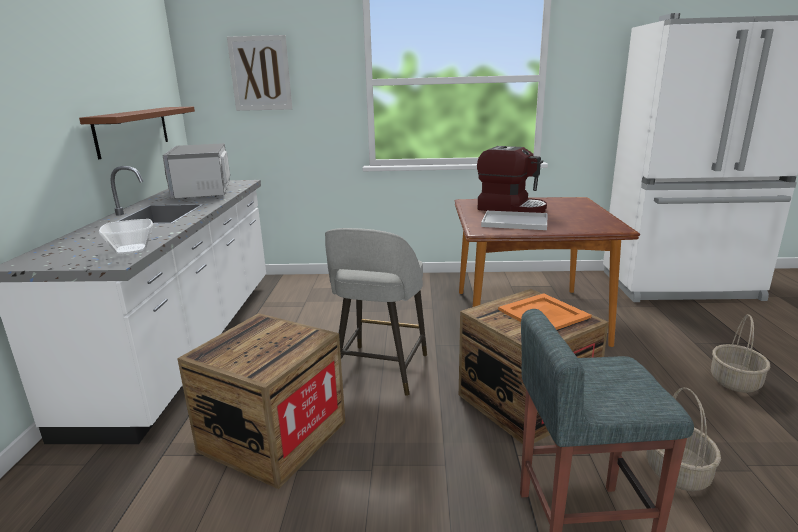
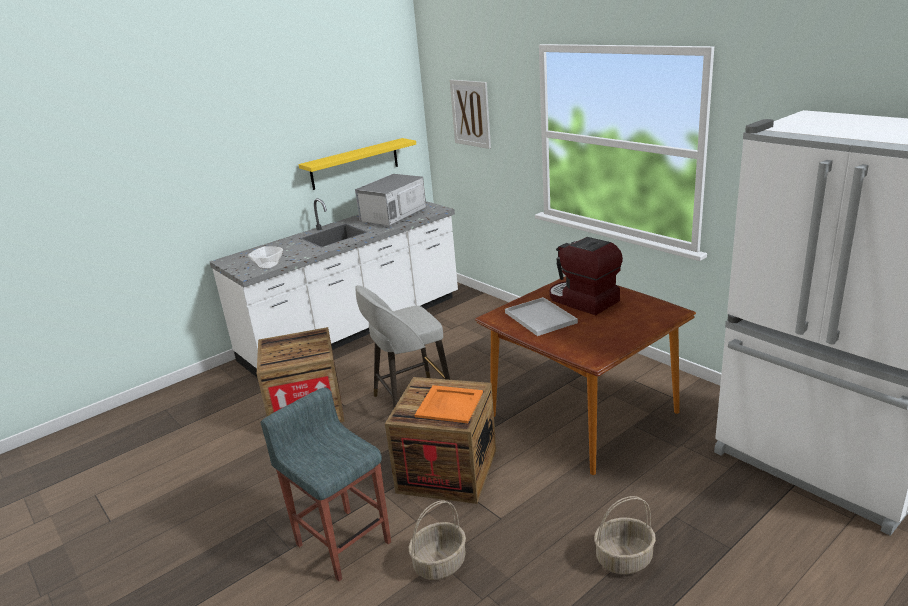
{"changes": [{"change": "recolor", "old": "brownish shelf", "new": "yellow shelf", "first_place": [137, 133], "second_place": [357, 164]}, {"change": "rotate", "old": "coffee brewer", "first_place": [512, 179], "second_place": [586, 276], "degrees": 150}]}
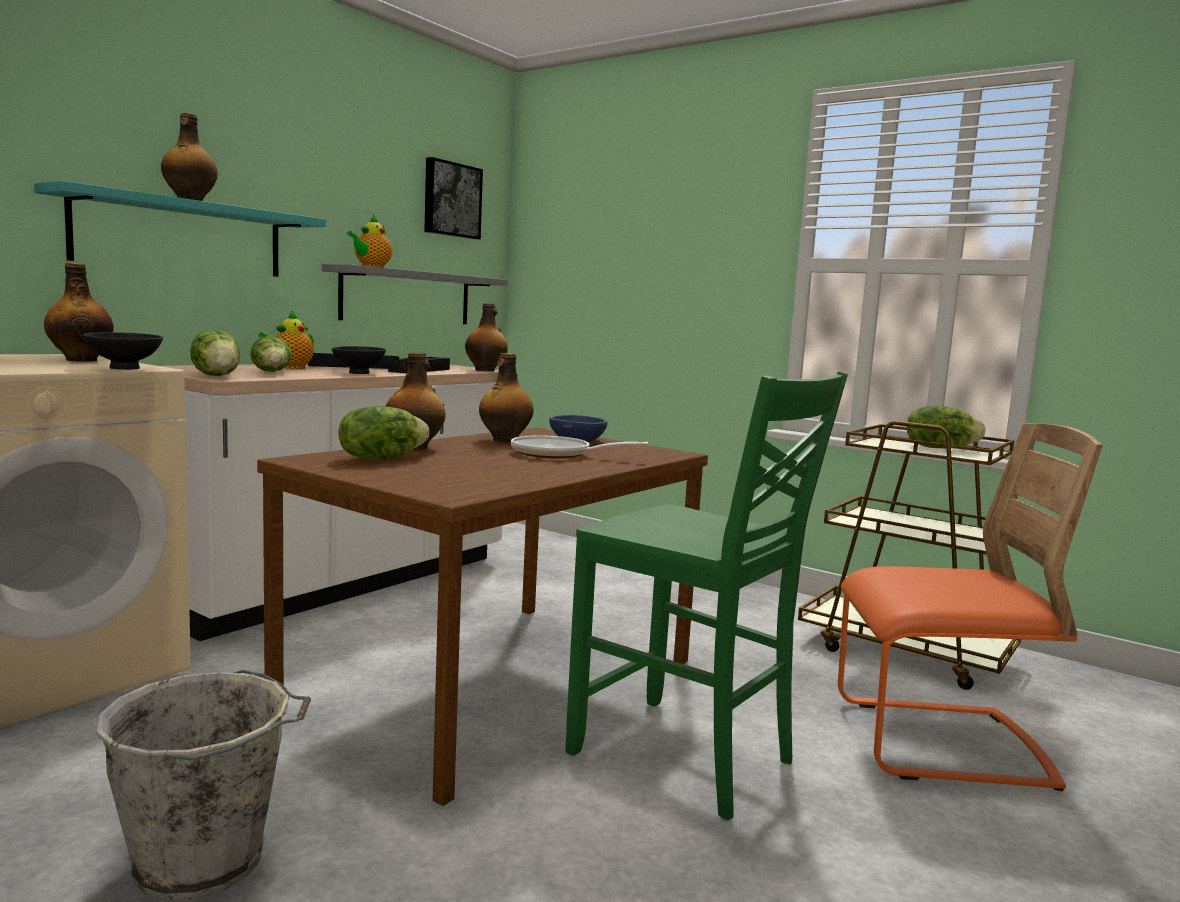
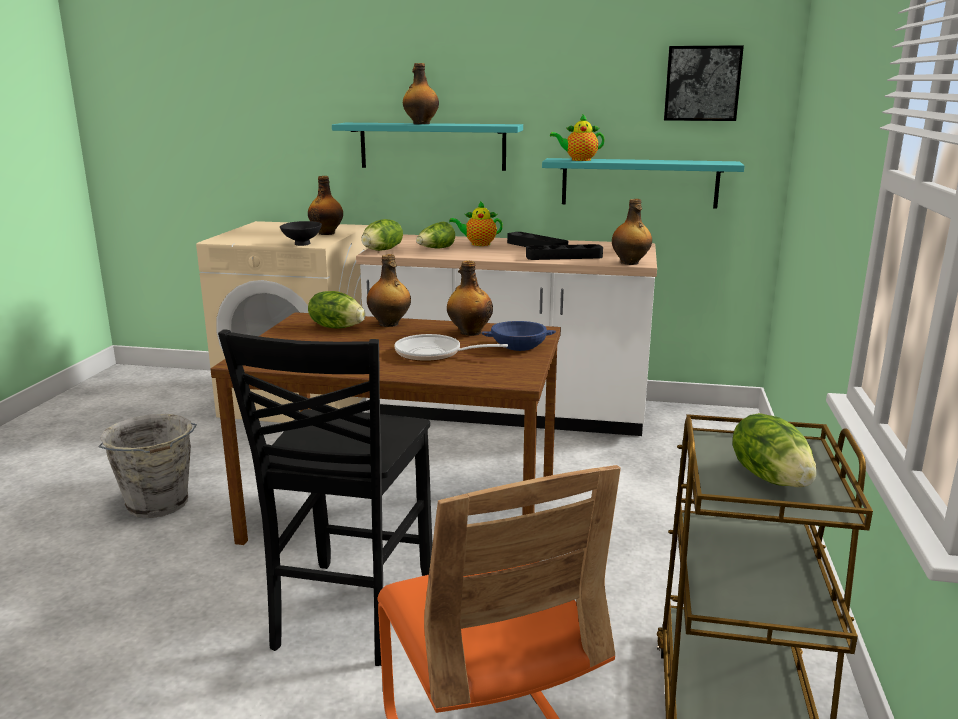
{"changes": [{"change": "recolor", "old": "greenish chair", "new": "black chair", "first_place": [706, 596], "second_place": [325, 497]}, {"change": "rotate", "old": "skillet", "first_place": [580, 446], "second_place": [451, 347], "degrees": -60}, {"change": "recolor", "old": "greyish shelf", "new": "blue-green shelf", "first_place": [415, 294], "second_place": [643, 183]}, {"change": "delete", "old": "black serving bowl", "first_place": [359, 360]}]}
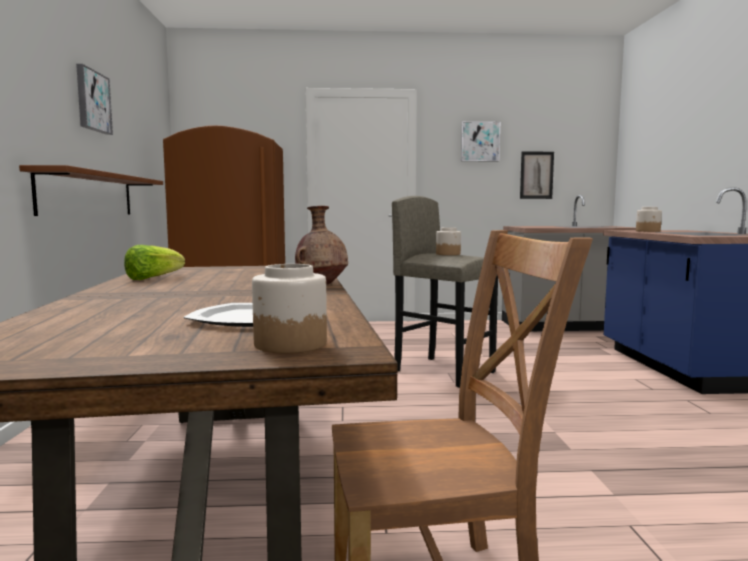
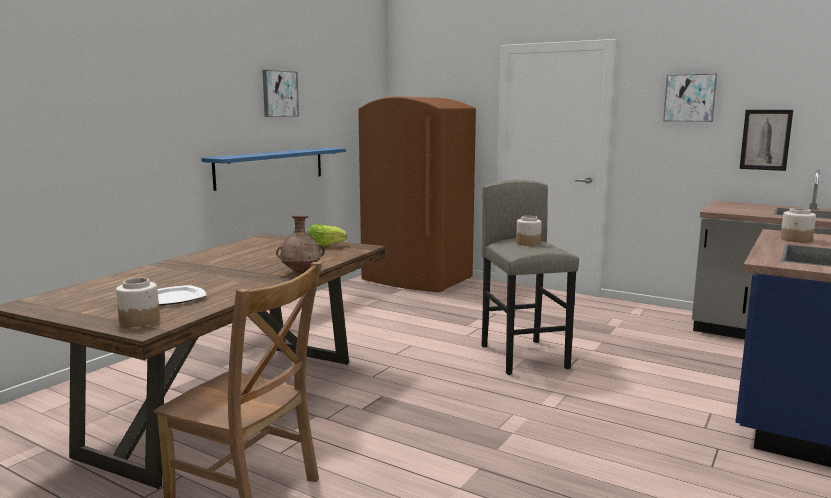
{"changes": [{"change": "recolor", "old": "brownish shelf", "new": "blue shelf", "first_place": [91, 190], "second_place": [273, 169]}, {"change": "move", "old": "lettuce head", "first_place": [154, 262], "second_place": [327, 235]}]}
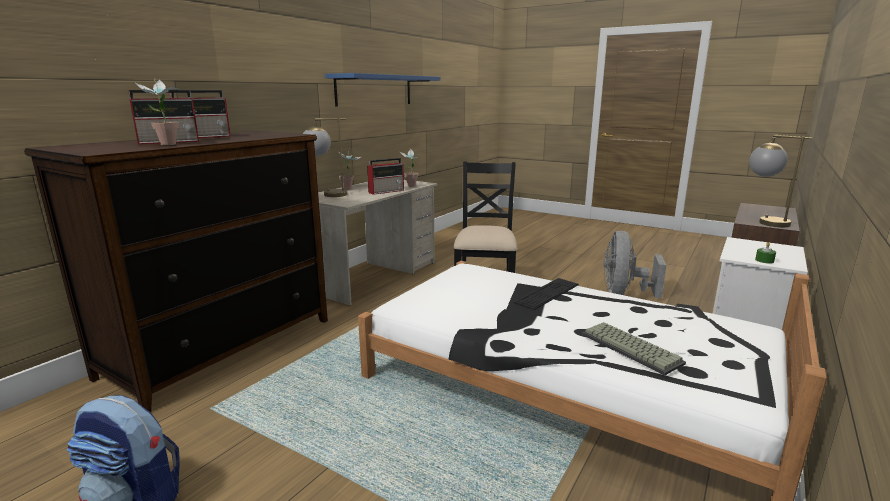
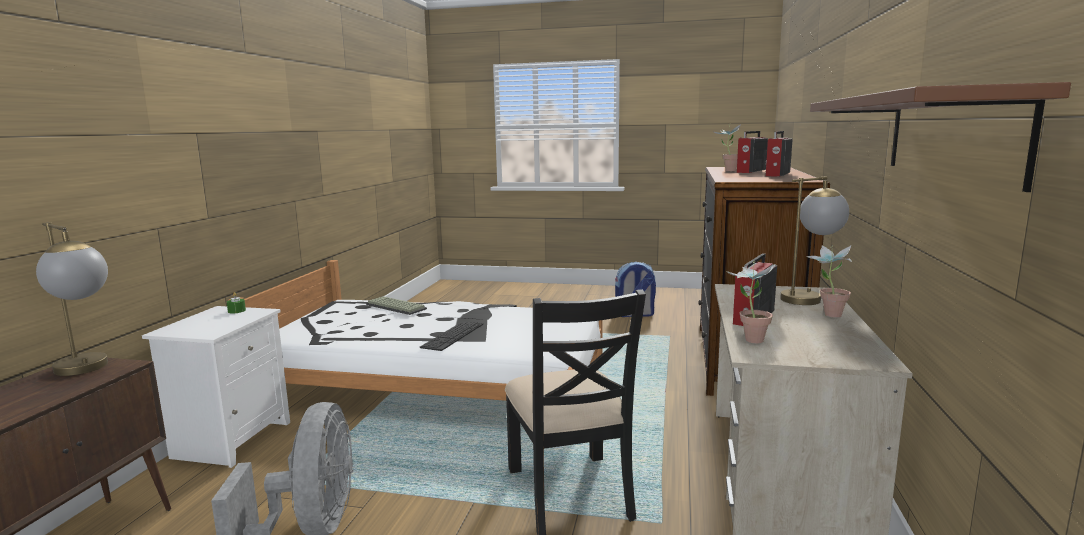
{"changes": [{"change": "recolor", "old": "blue shelf", "new": "brownish shelf", "first_place": [383, 90], "second_place": [940, 137]}]}
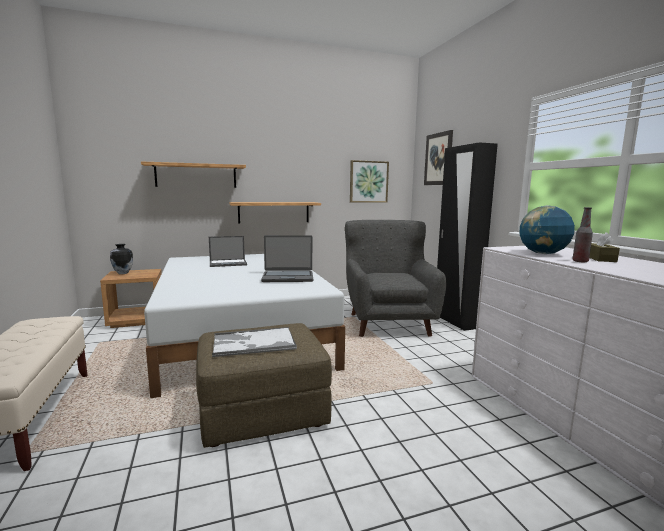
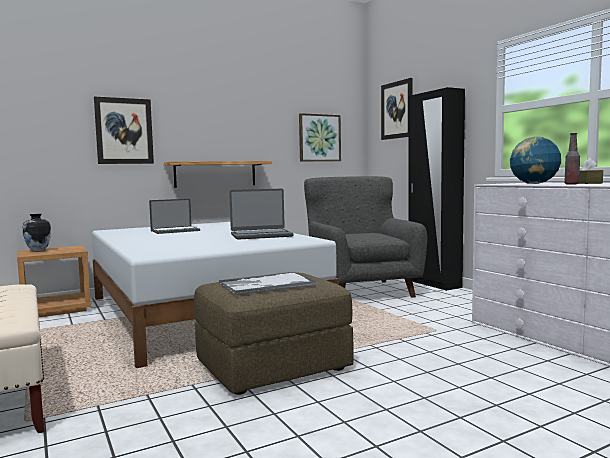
{"changes": [{"change": "replace", "old": "shelf", "new": "picture", "first_place": [193, 174], "second_place": [124, 130]}]}
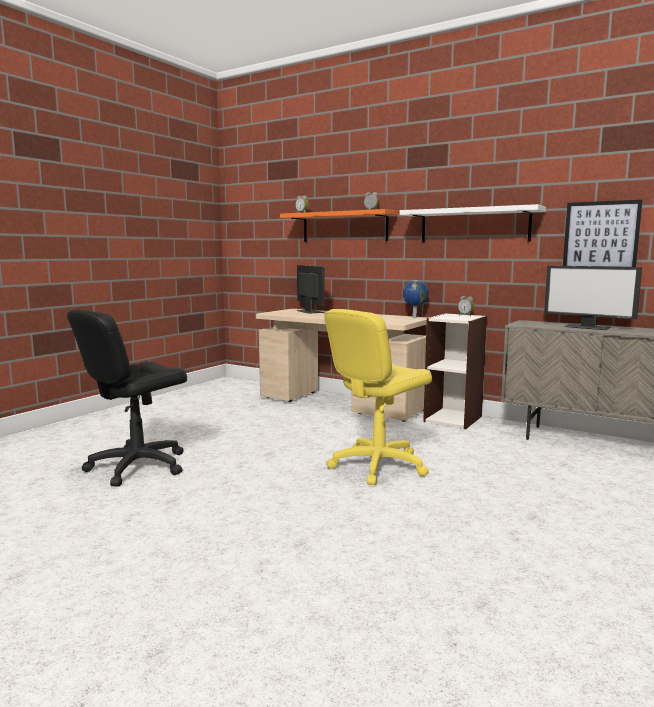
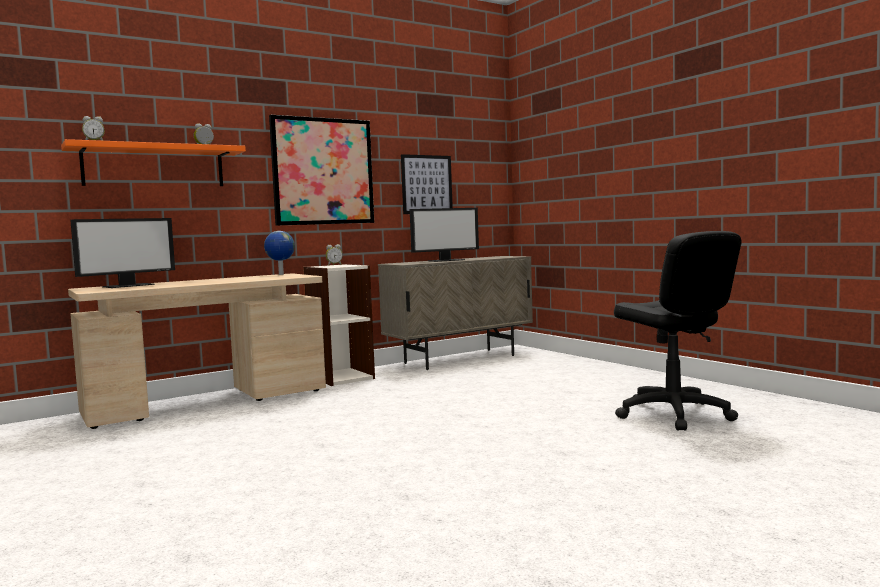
{"changes": [{"change": "rotate", "old": "computer screen", "first_place": [311, 289], "second_place": [122, 253], "degrees": 135}, {"change": "replace", "old": "white shelf", "new": "picture", "first_place": [472, 223], "second_place": [321, 170]}, {"change": "move", "old": "black office chair", "first_place": [127, 398], "second_place": [678, 331]}, {"change": "delete", "old": "yellow office chair", "first_place": [378, 397]}]}
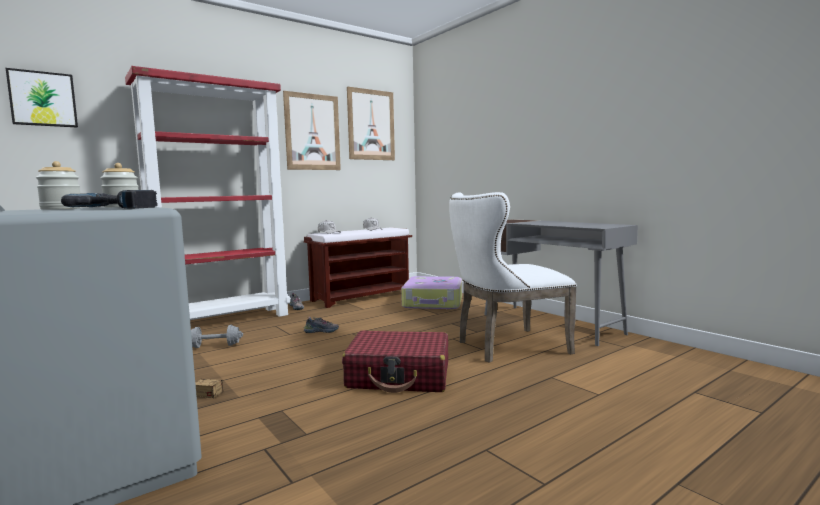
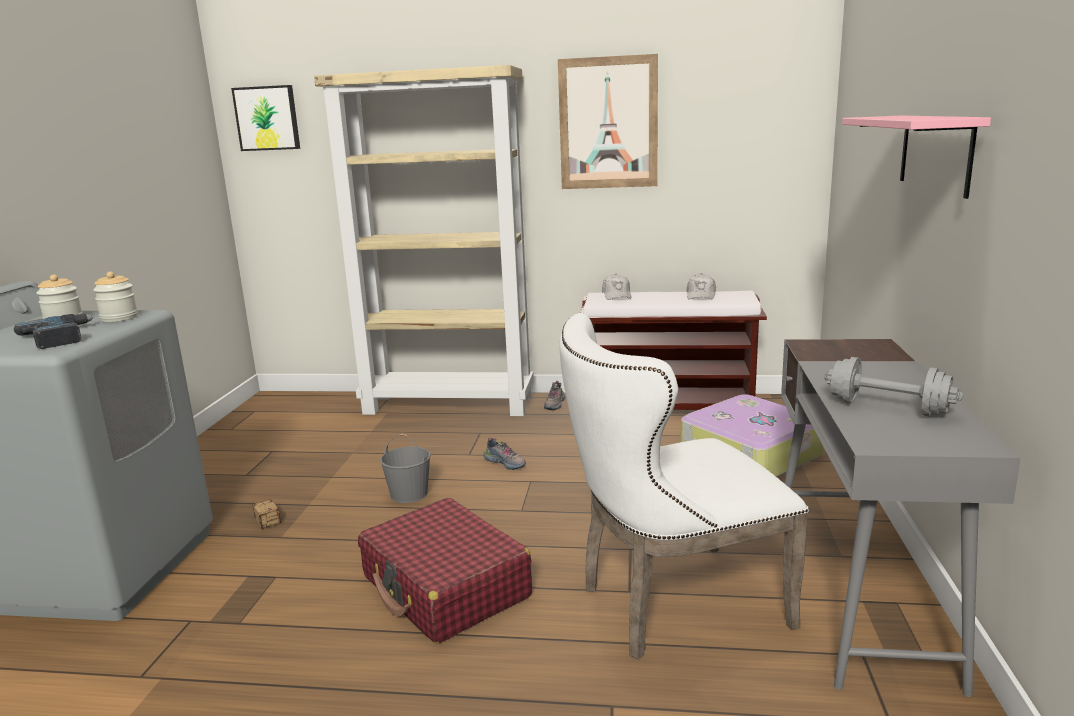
{"changes": [{"change": "recolor", "old": "red bookcase", "new": "beige-coloured bookcase", "first_place": [207, 192], "second_place": [424, 240]}, {"change": "insert", "new": "greyish pail", "second_place": [405, 468]}, {"change": "rotate", "old": "white chair", "first_place": [513, 277], "second_place": [684, 486], "degrees": -45}, {"change": "move", "old": "greyish dumbbell", "first_place": [217, 336], "second_place": [893, 387]}, {"change": "insert", "new": "pink shelf", "second_place": [916, 157]}, {"change": "delete", "old": "picture", "first_place": [371, 123]}]}
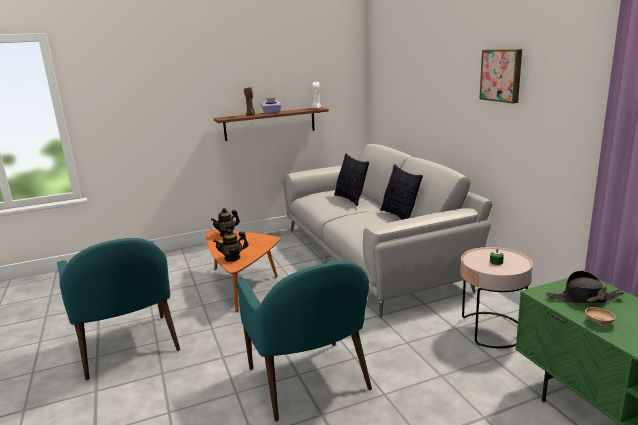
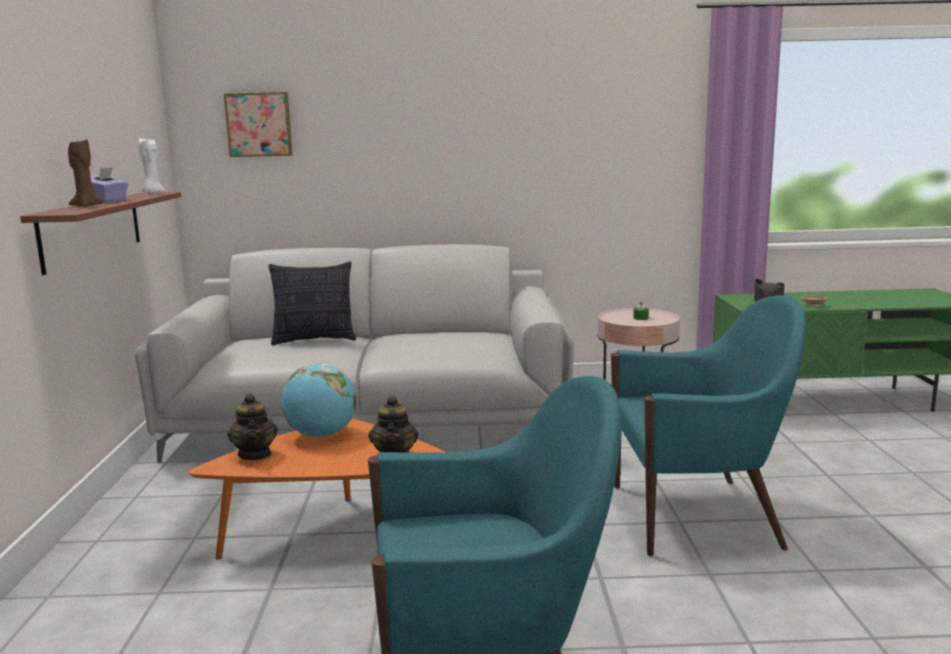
{"changes": [{"change": "move", "old": "picture", "first_place": [500, 76], "second_place": [258, 124]}, {"change": "insert", "new": "desk globe", "second_place": [318, 400]}, {"change": "delete", "old": "pillow", "first_place": [402, 191]}]}
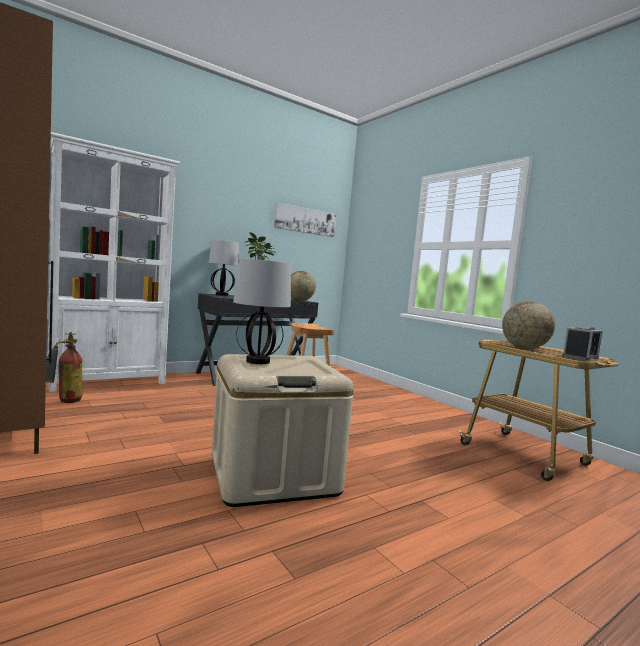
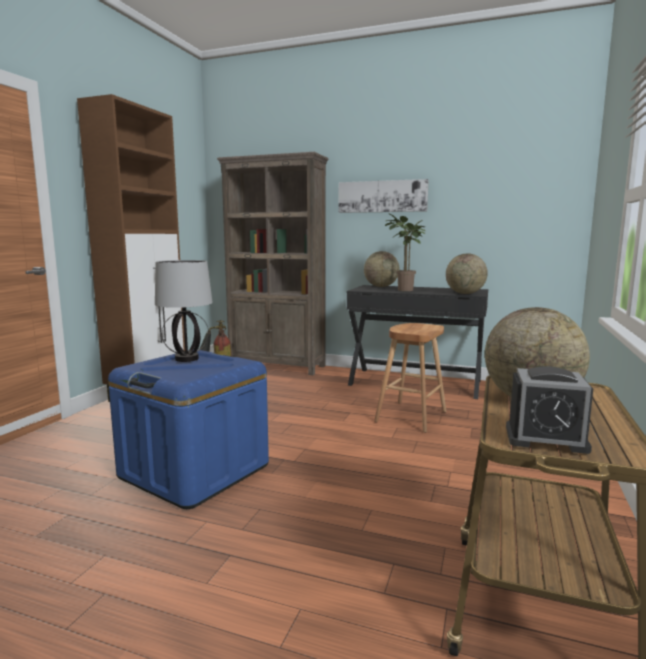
{"changes": [{"change": "recolor", "old": "beige-coloured storage bin", "new": "blue storage bin", "first_place": [283, 430], "second_place": [188, 429]}, {"change": "recolor", "old": "white bookcase", "new": "brownish bookcase", "first_place": [113, 262], "second_place": [273, 263]}, {"change": "move", "old": "picture", "first_place": [305, 220], "second_place": [383, 196]}, {"change": "replace", "old": "tabletop lamp", "new": "desk globe", "first_place": [223, 268], "second_place": [381, 269]}]}
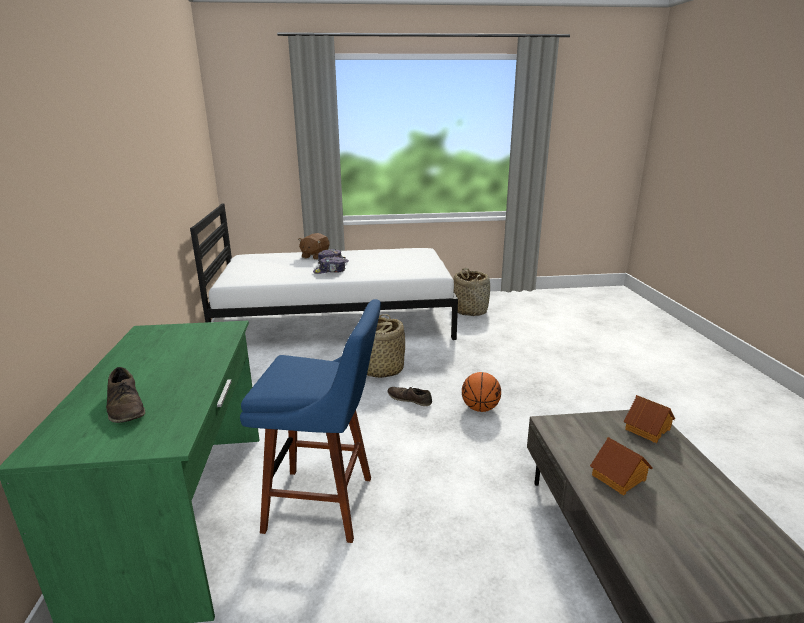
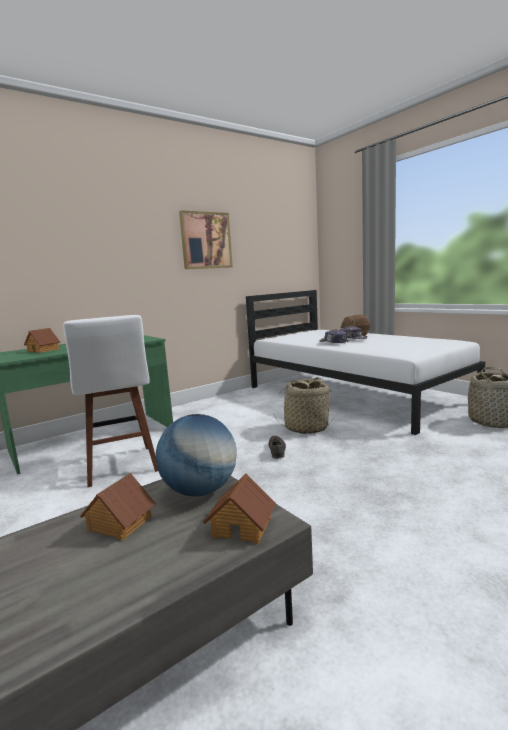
{"changes": [{"change": "replace", "old": "brownish low shoe", "new": "toy house", "first_place": [125, 395], "second_place": [42, 340]}, {"change": "recolor", "old": "blue stool", "new": "white stool", "first_place": [310, 421], "second_place": [110, 401]}, {"change": "insert", "new": "desk globe", "second_place": [196, 455]}, {"change": "insert", "new": "picture", "second_place": [206, 239]}, {"change": "delete", "old": "ball for basketball", "first_place": [481, 392]}]}
